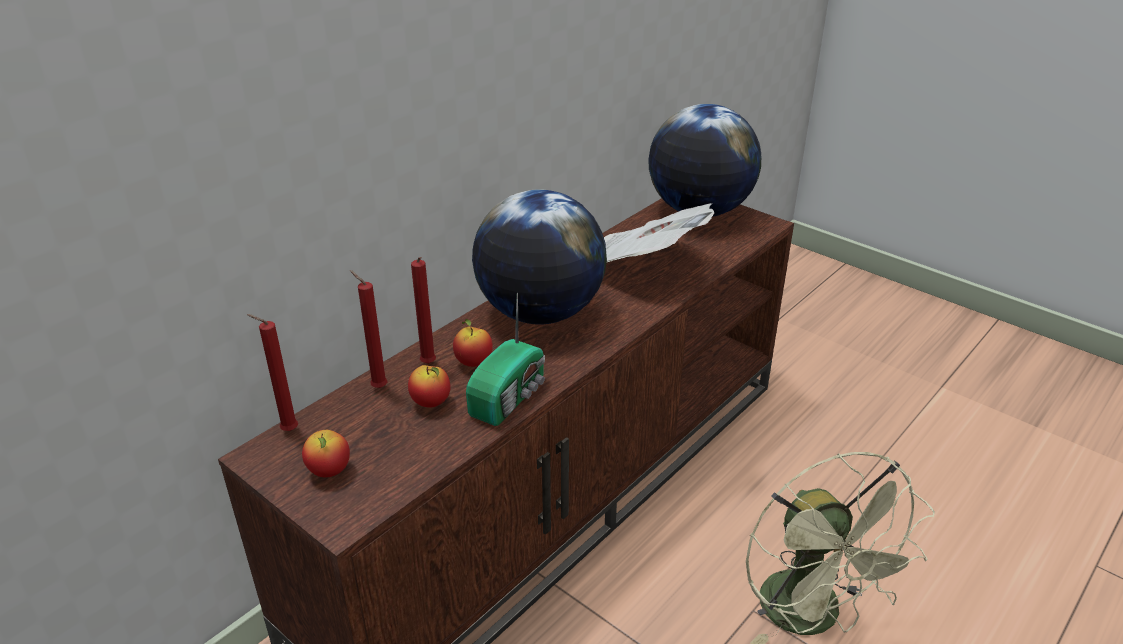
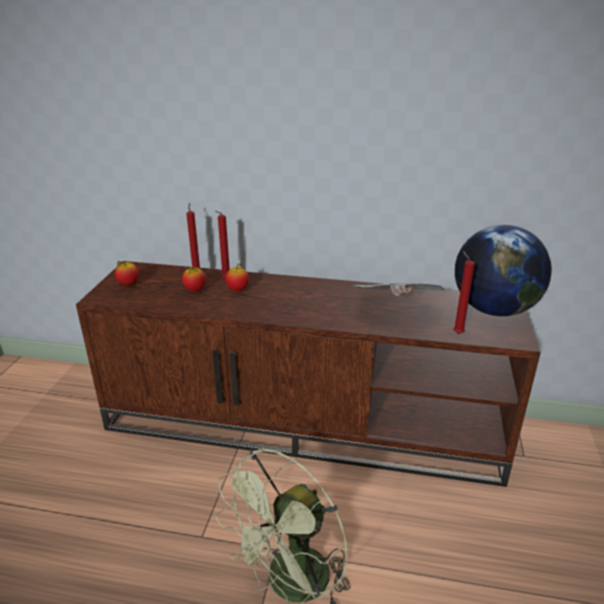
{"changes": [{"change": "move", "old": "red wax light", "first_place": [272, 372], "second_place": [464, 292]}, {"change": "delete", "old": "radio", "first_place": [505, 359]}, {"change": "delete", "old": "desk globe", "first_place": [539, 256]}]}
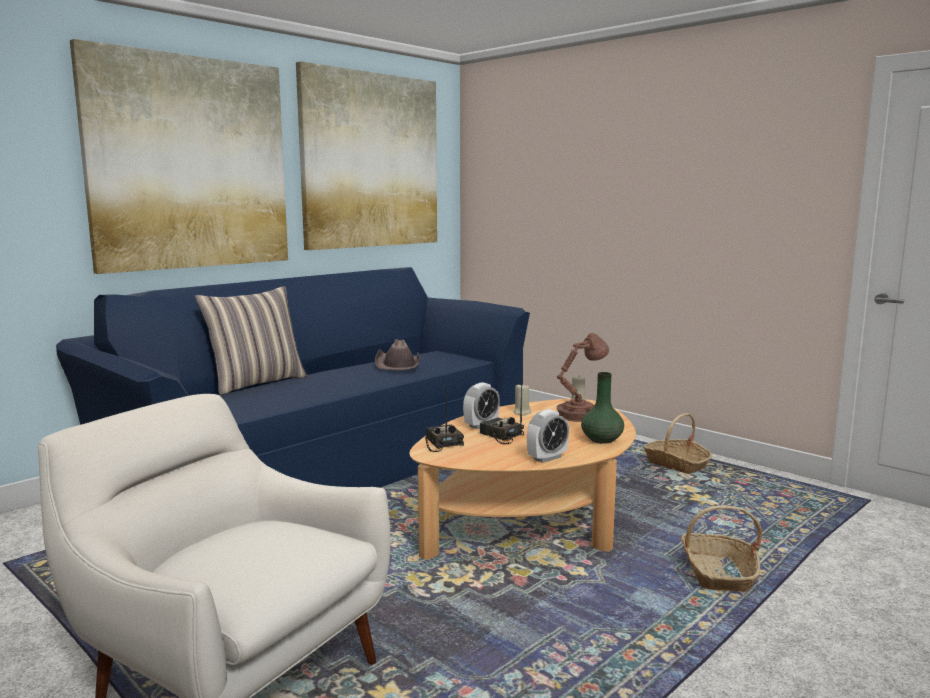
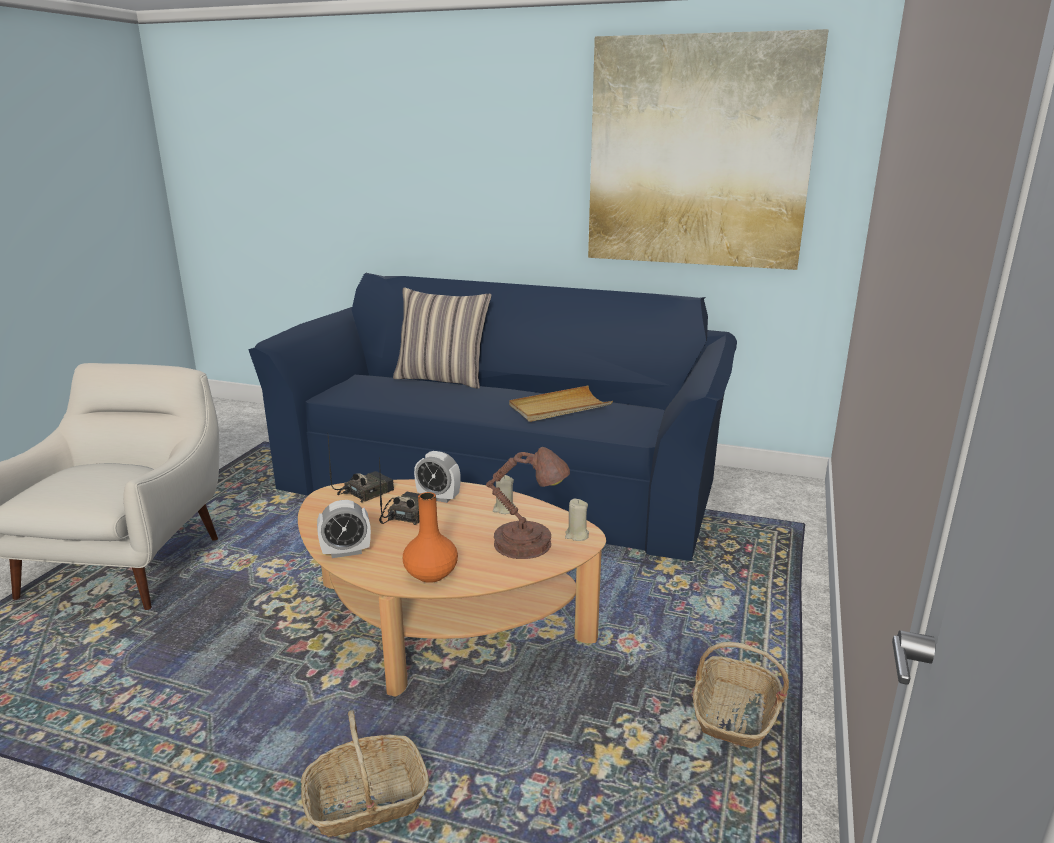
{"changes": [{"change": "rotate", "old": "alarm clock", "first_place": [548, 436], "second_place": [344, 529], "degrees": -45}, {"change": "recolor", "old": "greenish vase", "new": "orange-coloured vase", "first_place": [602, 408], "second_place": [430, 537]}, {"change": "replace", "old": "brownish wearable hat", "new": "beige-coloured carrying tray", "first_place": [397, 354], "second_place": [561, 404]}, {"change": "delete", "old": "picture", "first_place": [179, 156]}]}
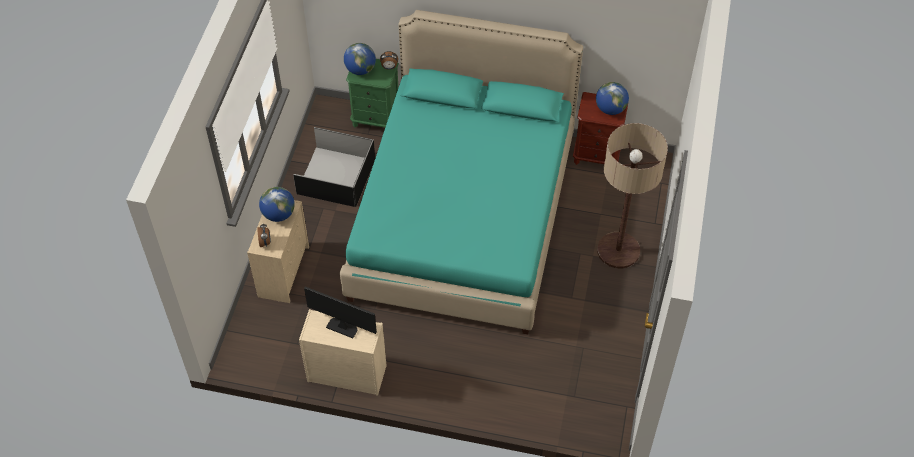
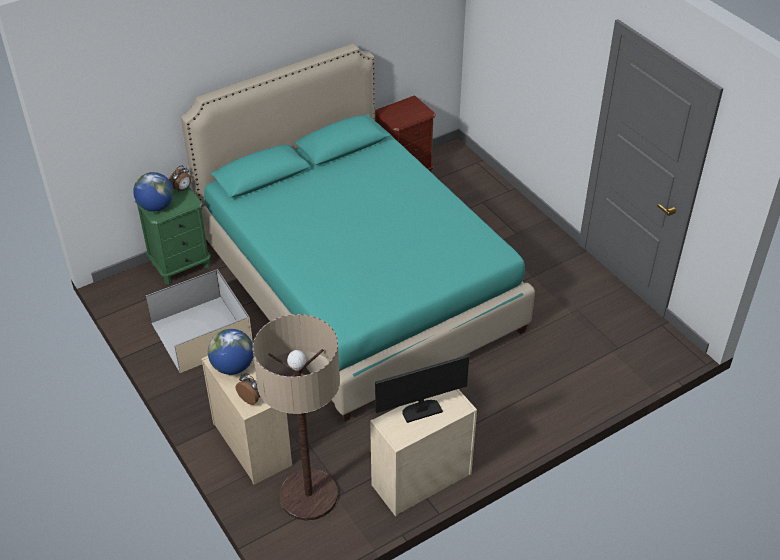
{"changes": [{"change": "recolor", "old": "black storage bin", "new": "beige-coloured storage bin", "first_place": [334, 167], "second_place": [199, 321]}, {"change": "move", "old": "floor lamp", "first_place": [632, 195], "second_place": [296, 417]}, {"change": "delete", "old": "desk globe", "first_place": [612, 98]}]}
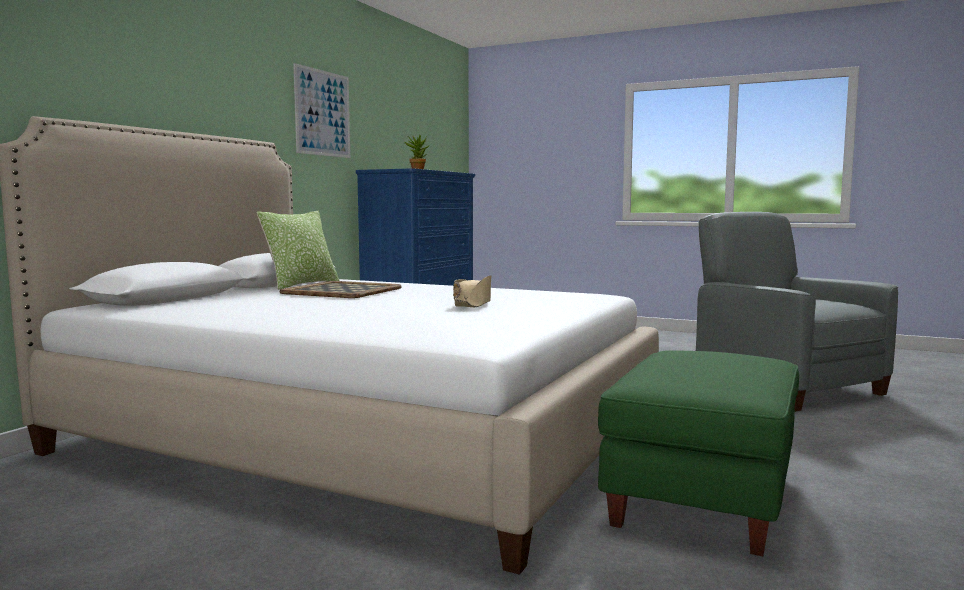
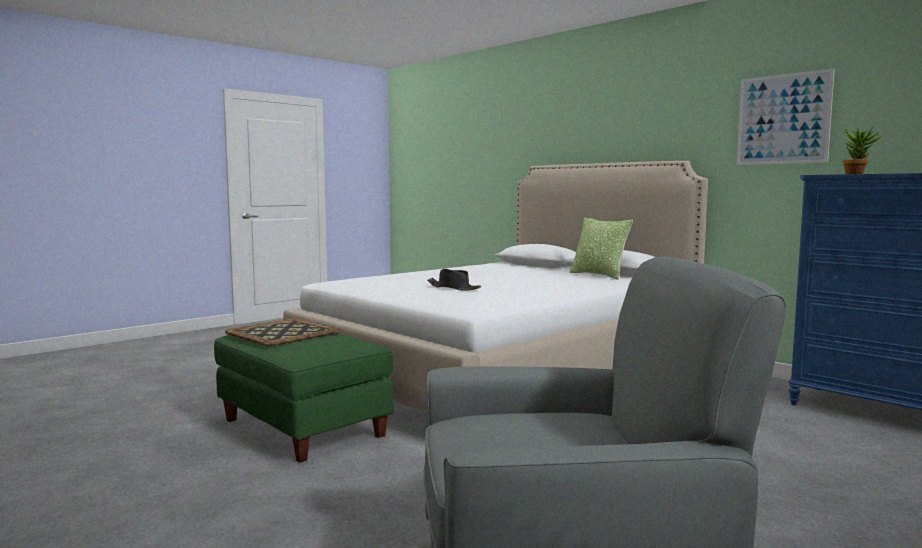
{"changes": [{"change": "move", "old": "carrying tray", "first_place": [340, 289], "second_place": [283, 332]}, {"change": "recolor", "old": "beige-coloured wearable hat", "new": "black wearable hat", "first_place": [472, 291], "second_place": [454, 280]}]}
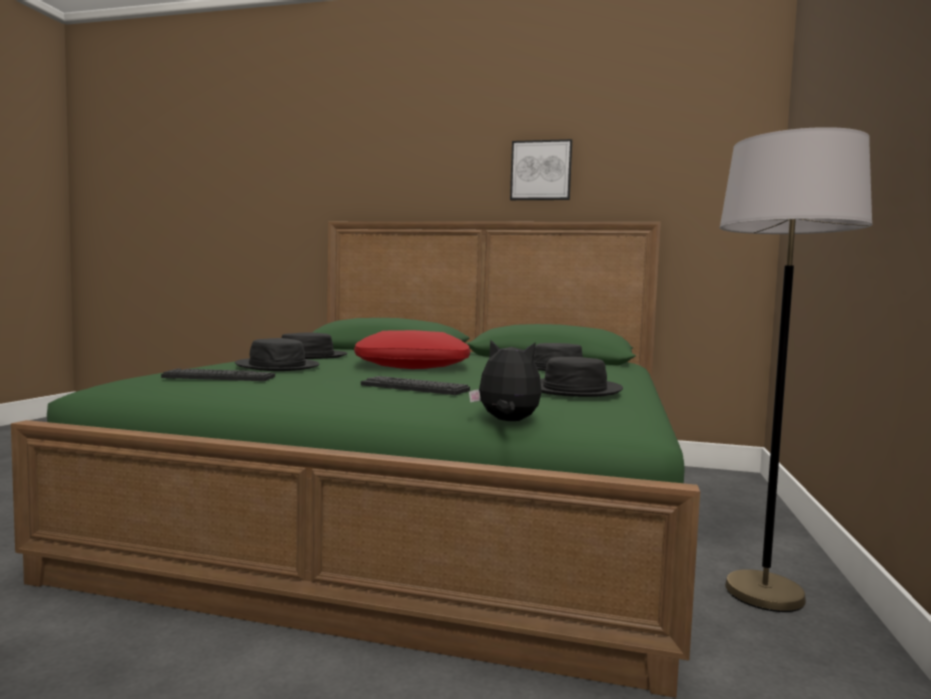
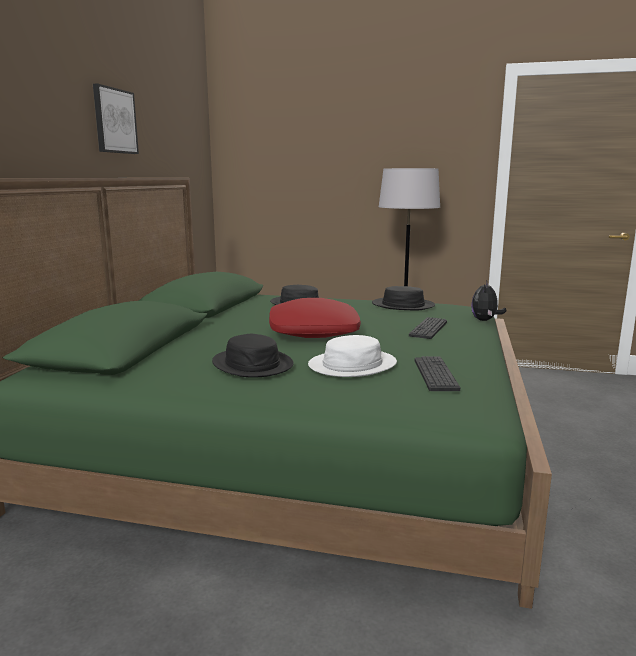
{"changes": [{"change": "recolor", "old": "black wearable hat", "new": "white wearable hat", "first_place": [277, 354], "second_place": [352, 356]}]}
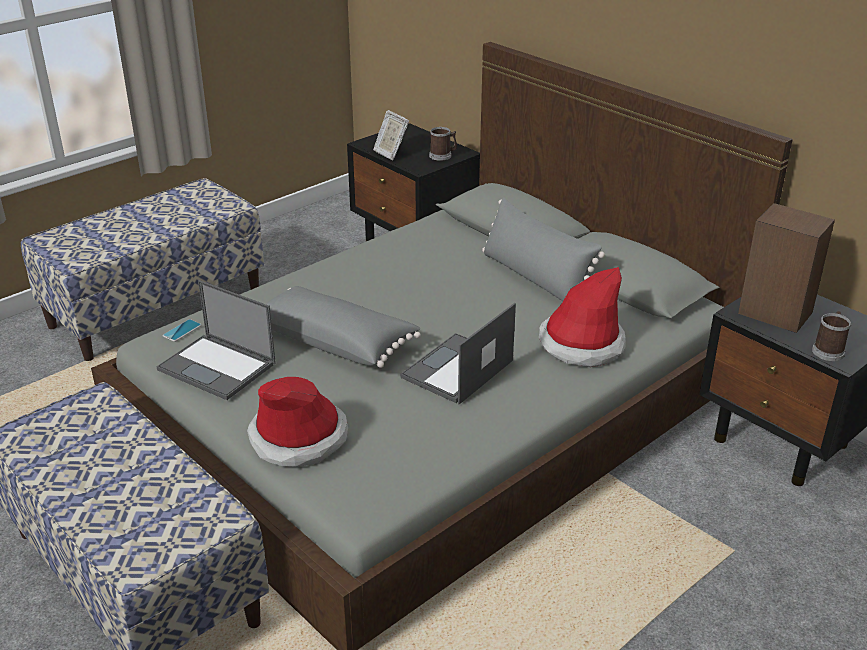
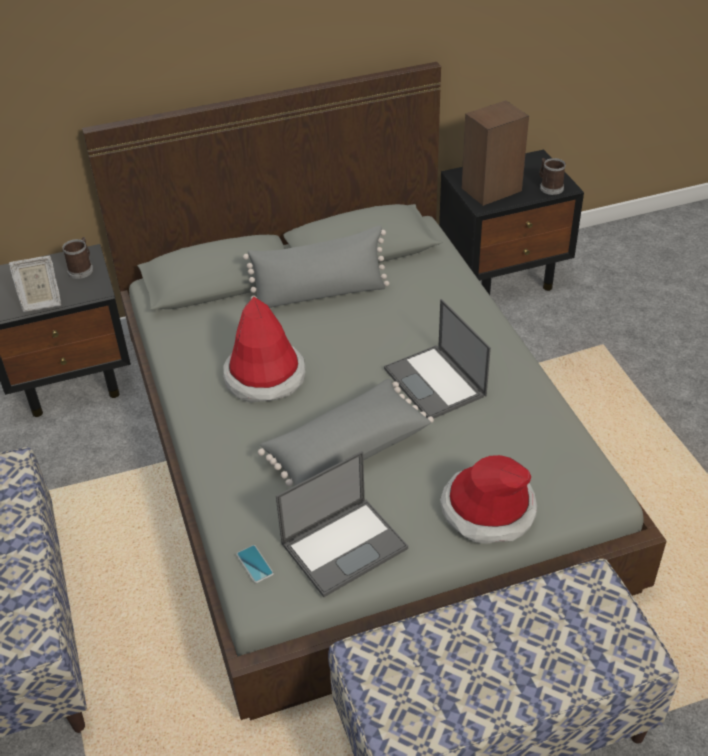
{"changes": [{"change": "move", "old": "wearable hat", "first_place": [582, 317], "second_place": [264, 350]}]}
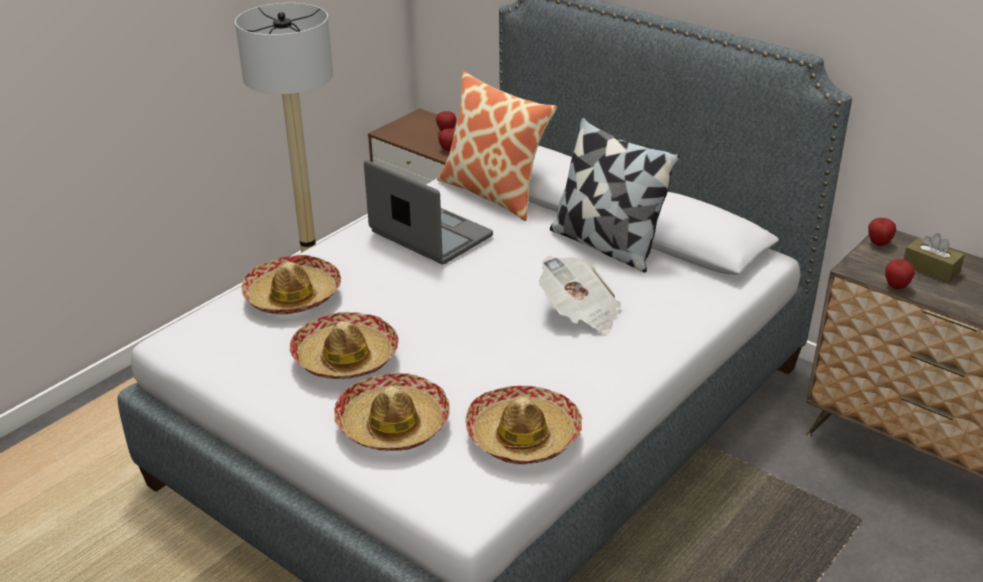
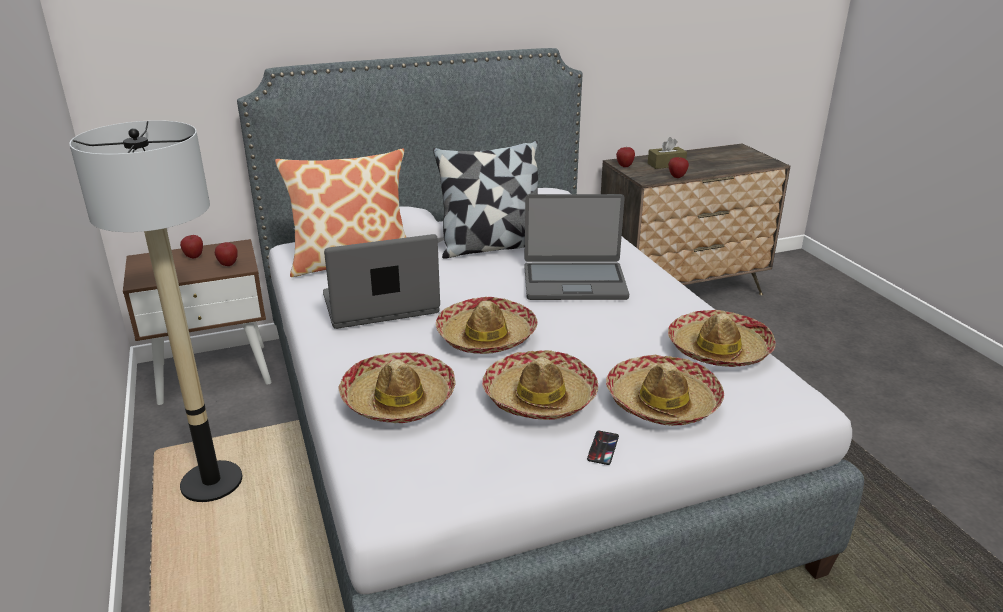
{"changes": [{"change": "insert", "new": "wearable hat", "second_place": [487, 325]}, {"change": "replace", "old": "newspaper", "new": "notebook computer", "first_place": [580, 295], "second_place": [576, 247]}, {"change": "insert", "new": "handset", "second_place": [603, 448]}]}
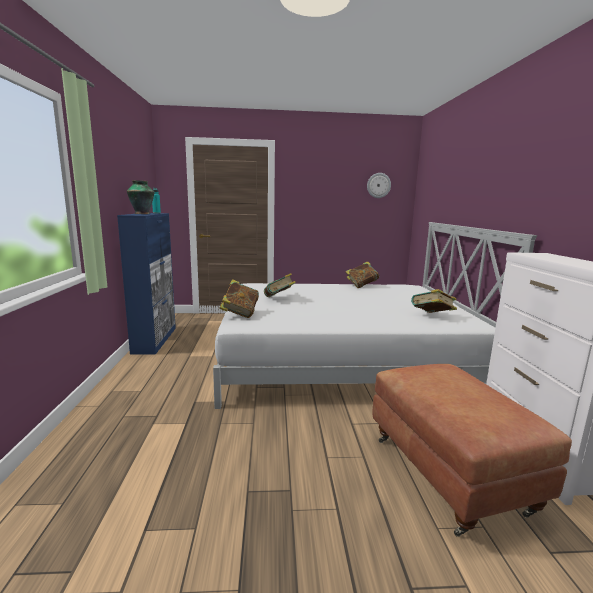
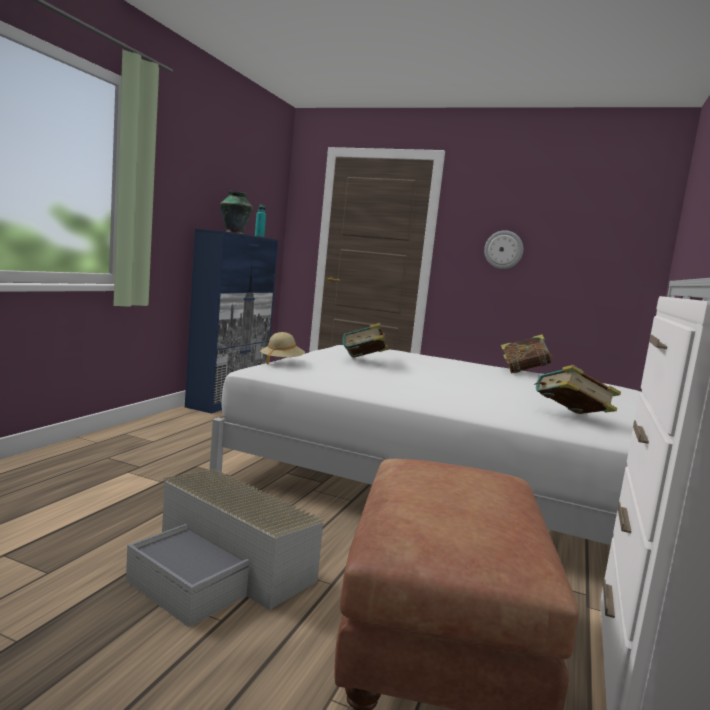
{"changes": [{"change": "insert", "new": "greyish storage bin", "second_place": [225, 548]}, {"change": "replace", "old": "volume", "new": "beige-coloured wearable hat", "first_place": [239, 298], "second_place": [282, 348]}, {"change": "move", "old": "clock on the wall", "first_place": [379, 185], "second_place": [503, 249]}]}
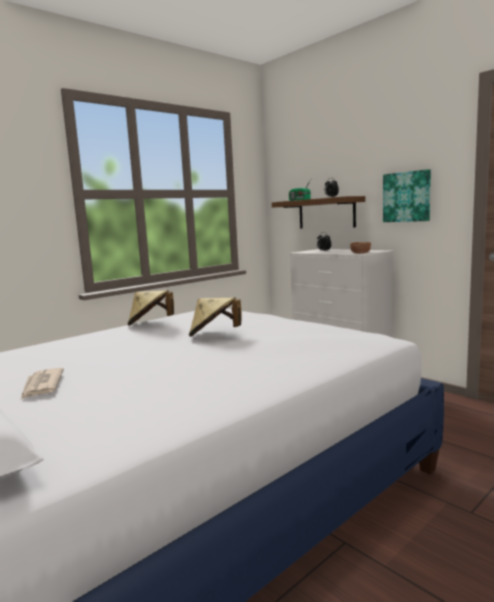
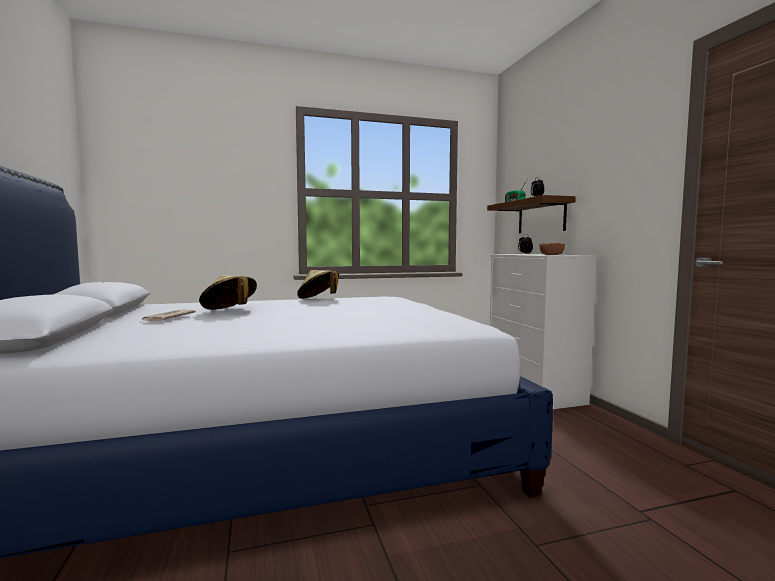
{"changes": [{"change": "move", "old": "beige-coloured wearable hat", "first_place": [215, 317], "second_place": [228, 292]}, {"change": "delete", "old": "picture", "first_place": [407, 195]}]}
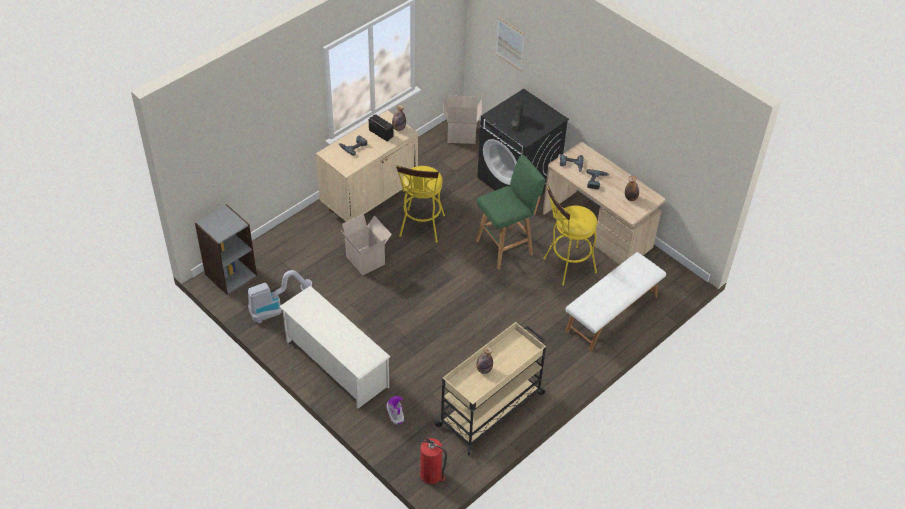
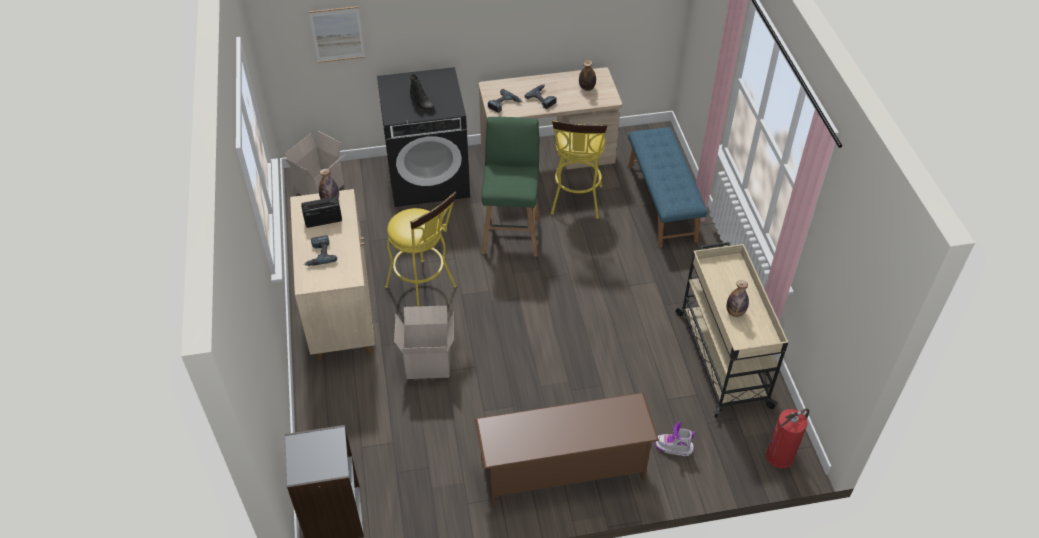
{"changes": [{"change": "recolor", "old": "white shoe stand", "new": "brownish shoe stand", "first_place": [335, 347], "second_place": [567, 449]}, {"change": "recolor", "old": "white indoor bench", "new": "blue indoor bench", "first_place": [615, 301], "second_place": [668, 187]}, {"change": "delete", "old": "vacuum cleaner", "first_place": [280, 296]}]}
